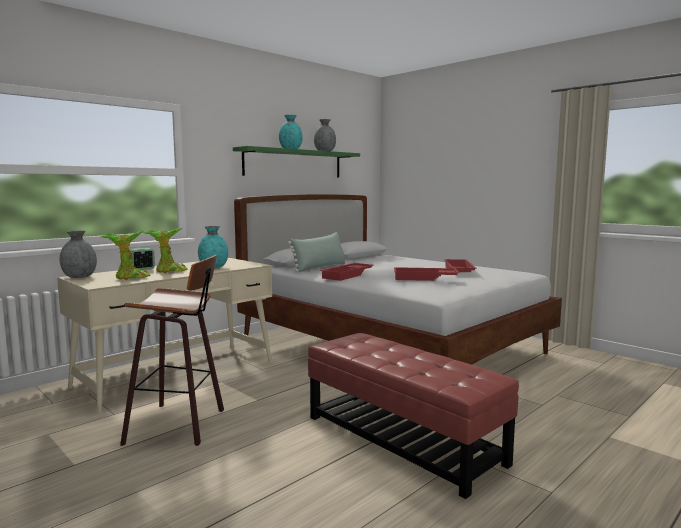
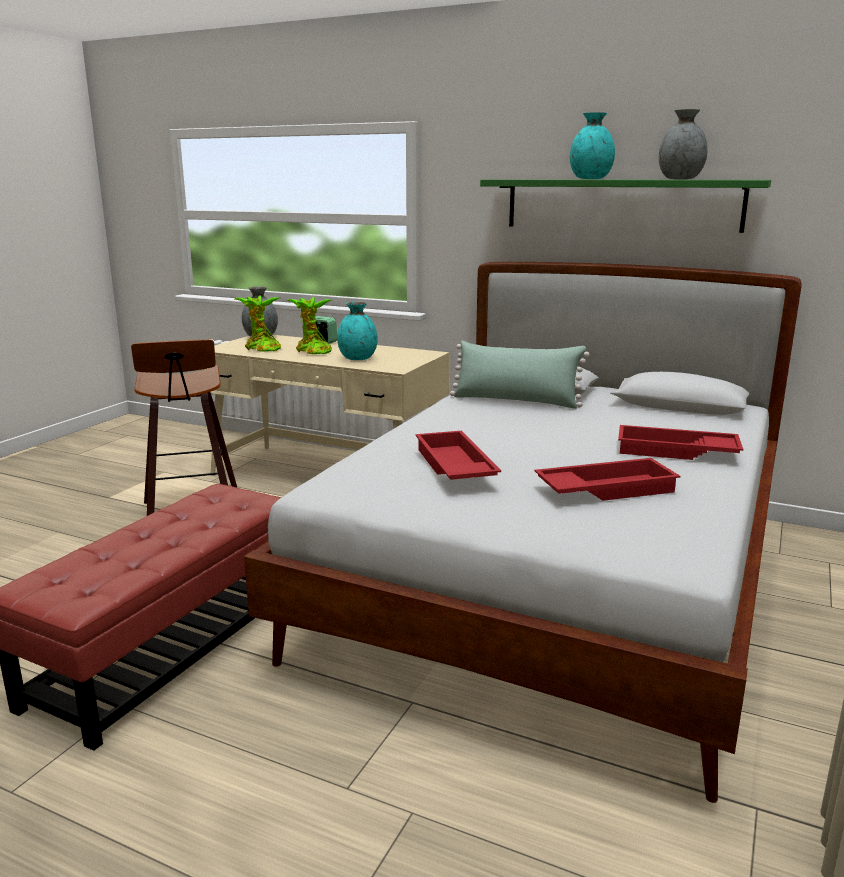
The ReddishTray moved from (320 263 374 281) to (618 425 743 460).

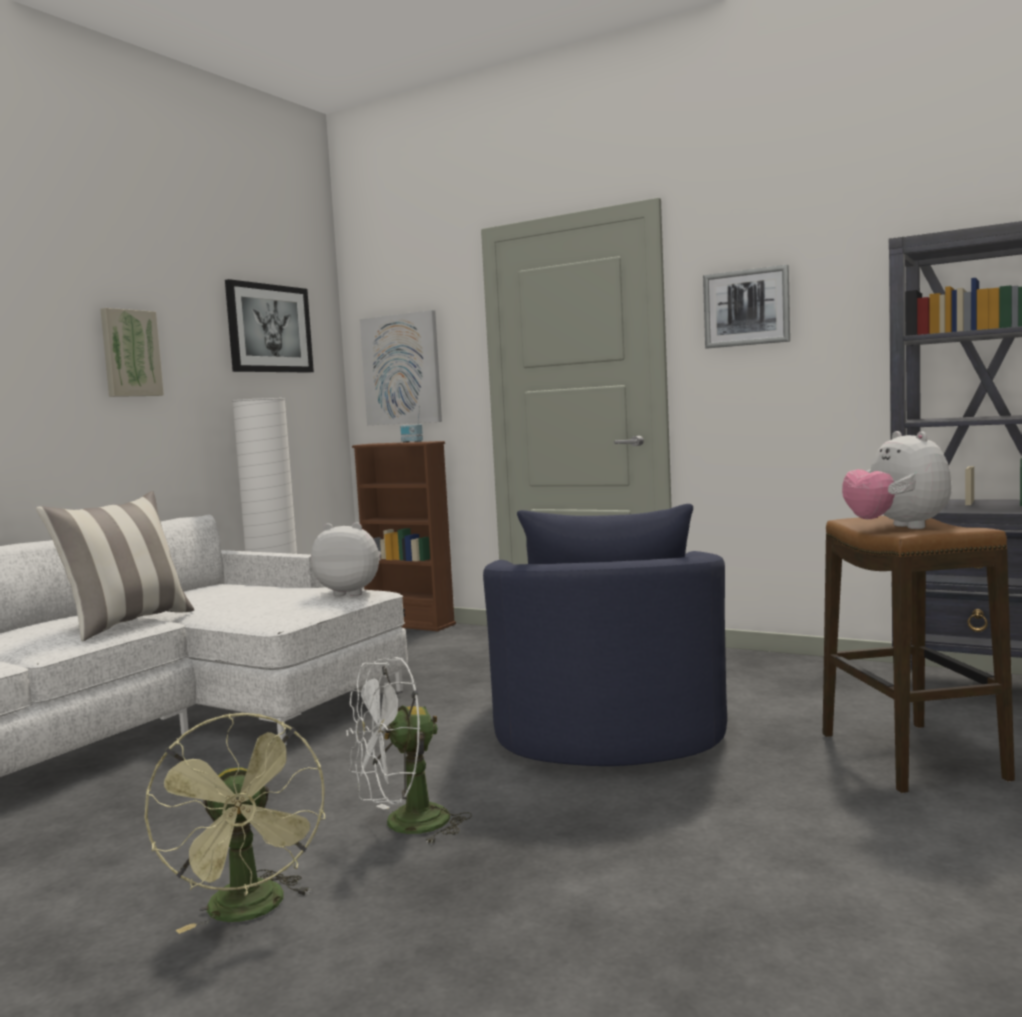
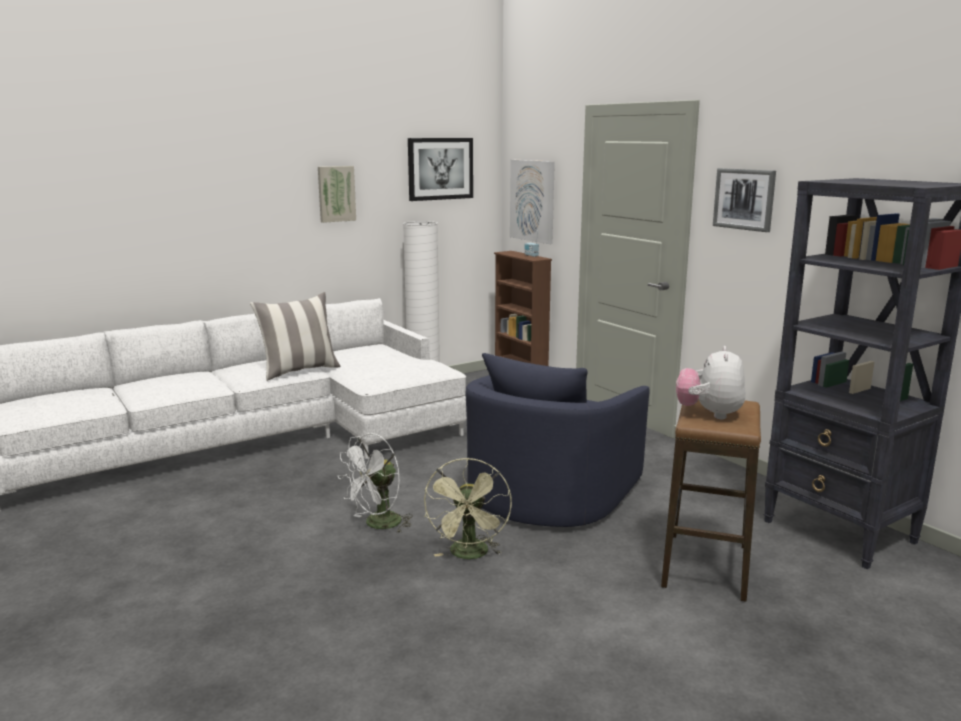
The WhiteElectricFan at (347 657 472 844) turned 45 degrees counterclockwise. The GreenColouredElectricFan moved from (144 713 325 934) to (424 458 512 559). The SoftToy at (311 522 381 596) disappeared.

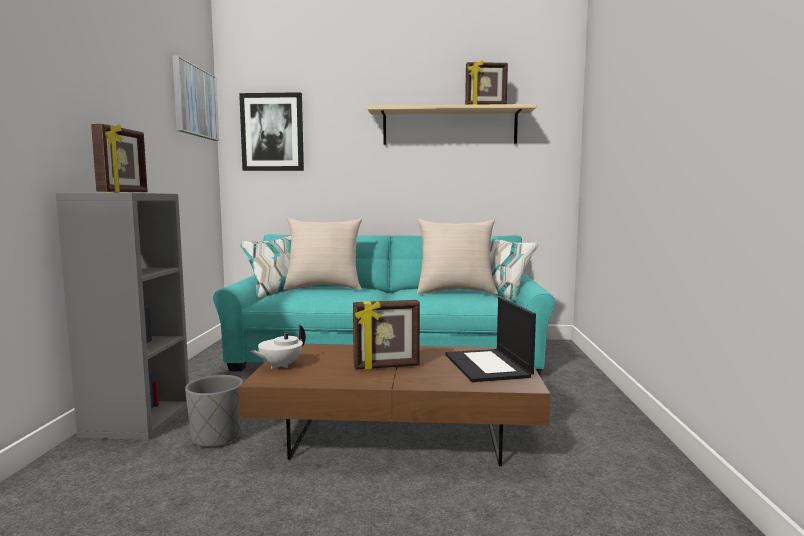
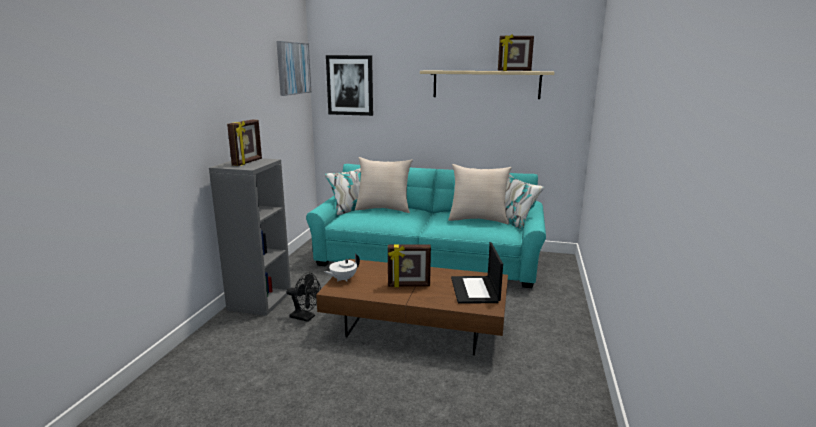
The GreyFlowerPot at (185 375 243 447) was replaced by the BlackElectricFan at (286 272 321 322).

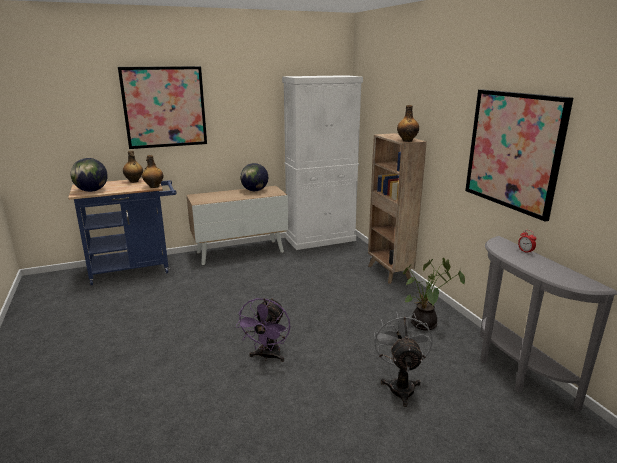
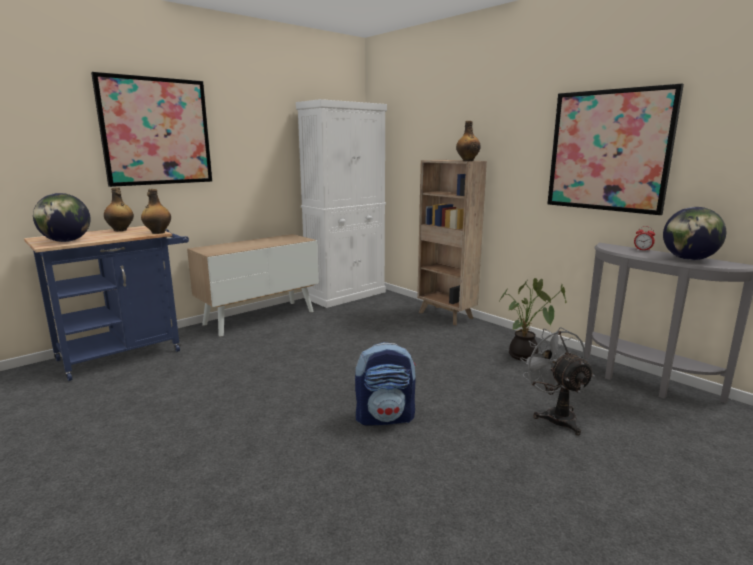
The PurpleColouredElectricFan at (236 298 290 362) was replaced by the Knapsack at (355 342 416 426). The DeskGlobe moved from (240 163 268 191) to (663 207 726 260).

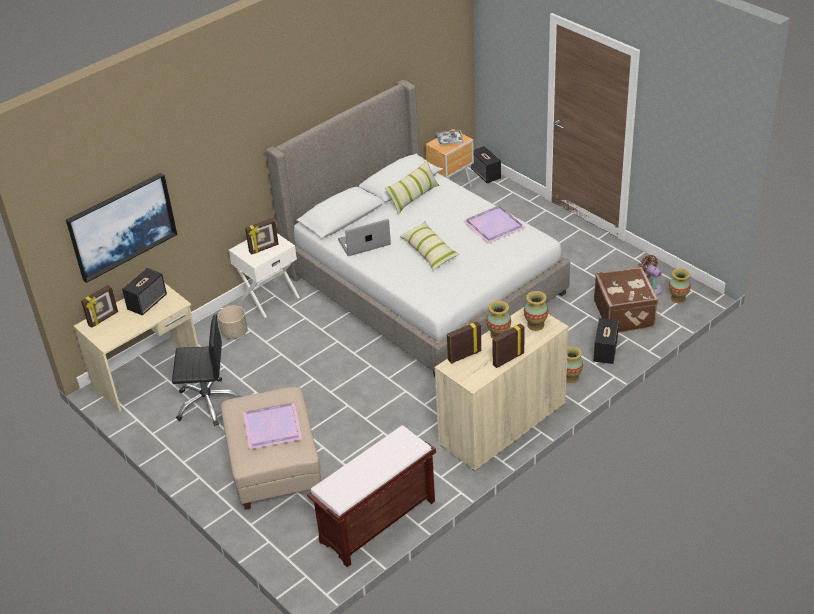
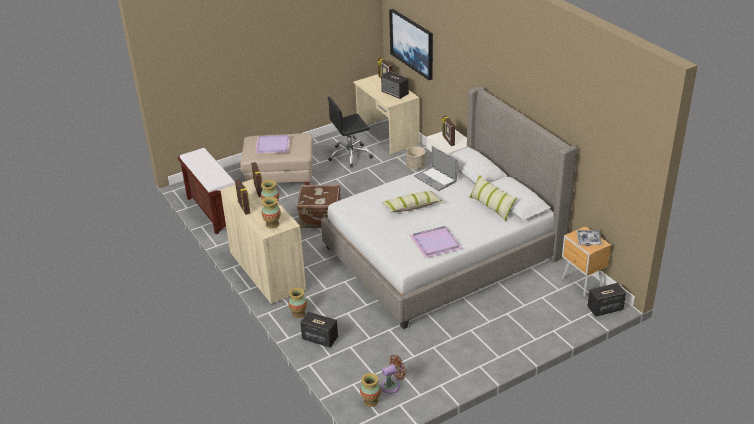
The BrownColouredPieceOfLuggage moved from (594 267 658 333) to (297 185 341 228). The BlackDeskChair at (172 314 242 426) turned 60 degrees clockwise. The NotebookComputer at (338 219 391 256) turned 150 degrees clockwise.

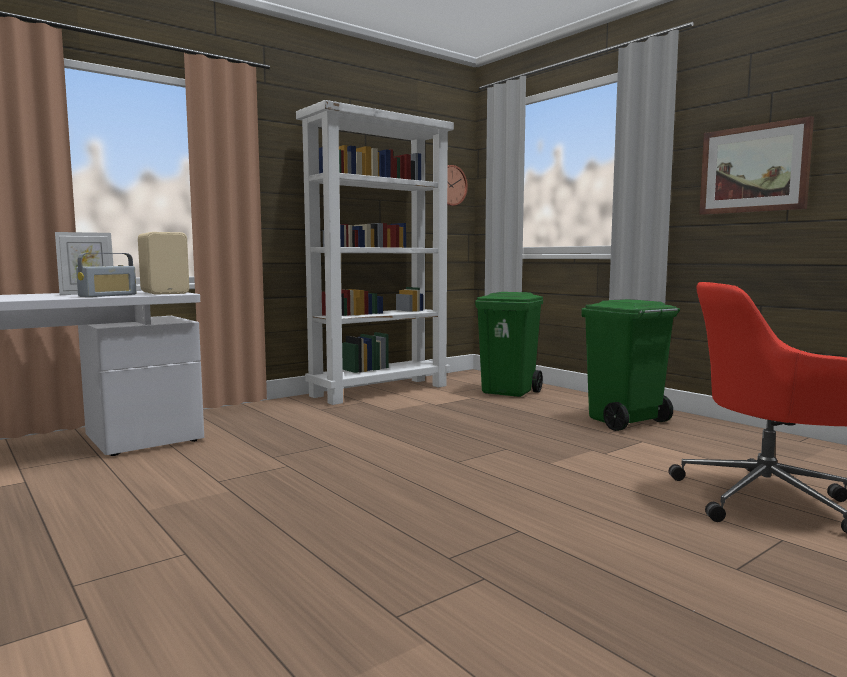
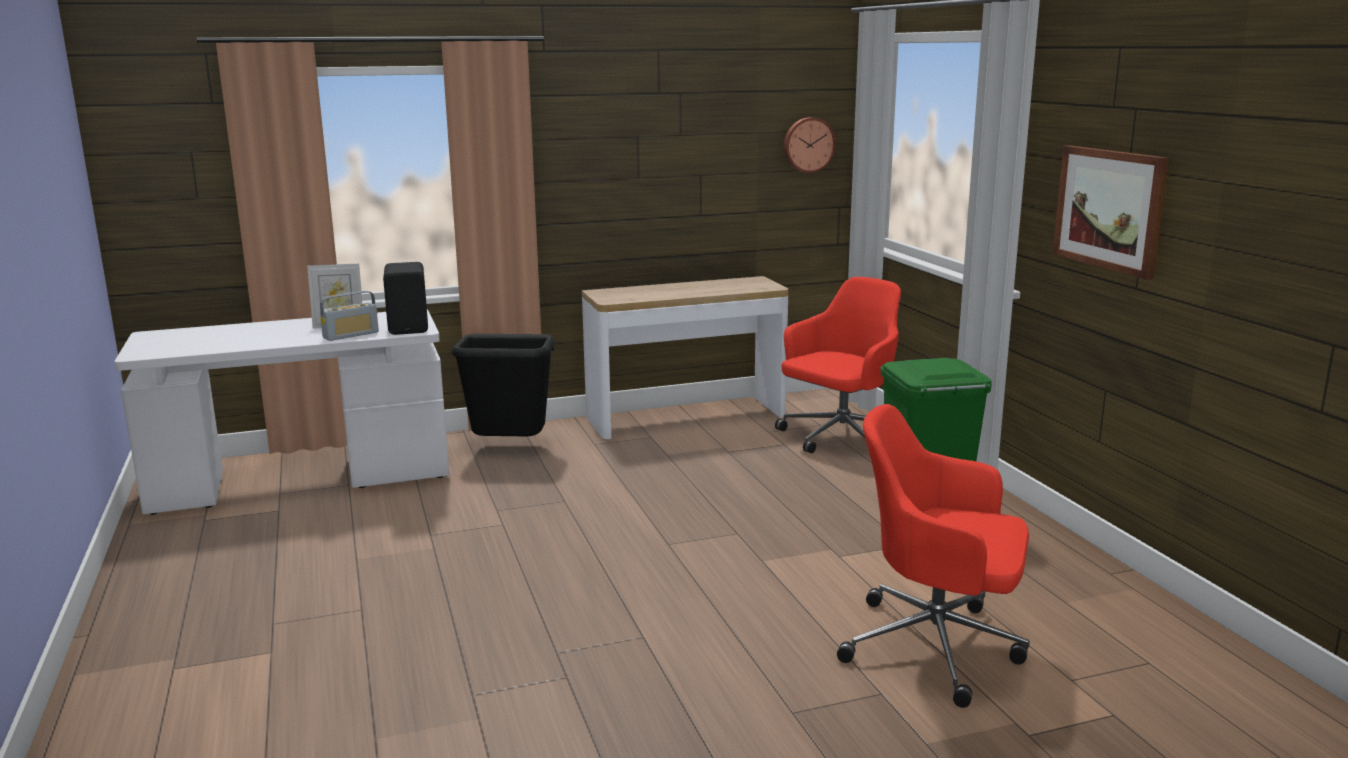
The BeigeSpeaker at (138 232 189 295) became the BlackSpeaker at (383 262 428 335). The BlackTrashCan at (452 334 555 436) appeared. The WhiteBookcase at (296 100 454 405) was replaced by the ConsoleTable at (582 276 788 439). The GreenColouredTrashCan at (475 292 543 397) was replaced by the ReddishDeskChair at (775 277 901 453).

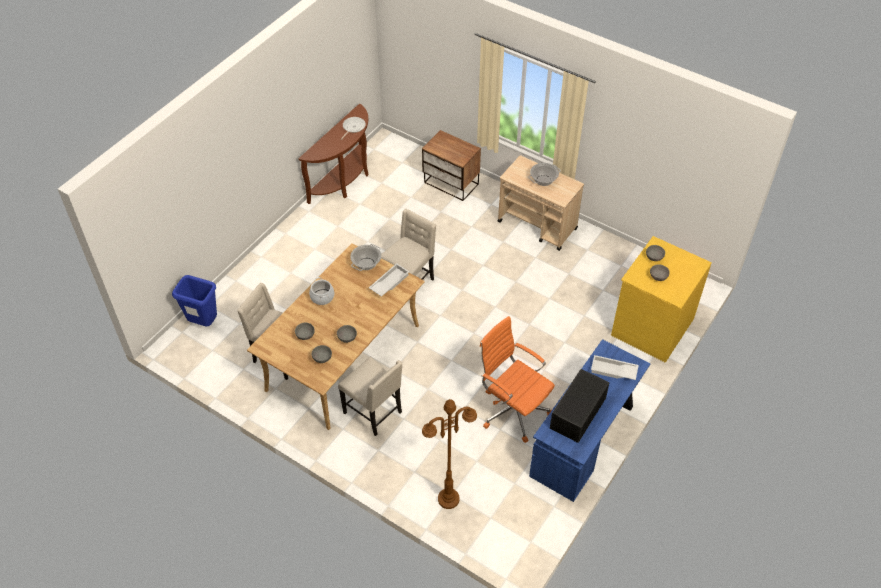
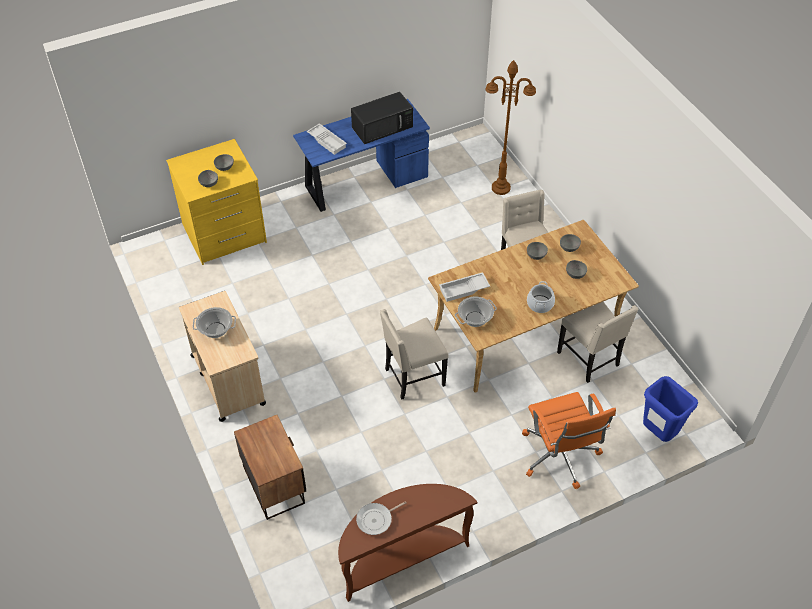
The OrangeColouredDeskChair moved from (480 316 555 443) to (522 392 616 489).

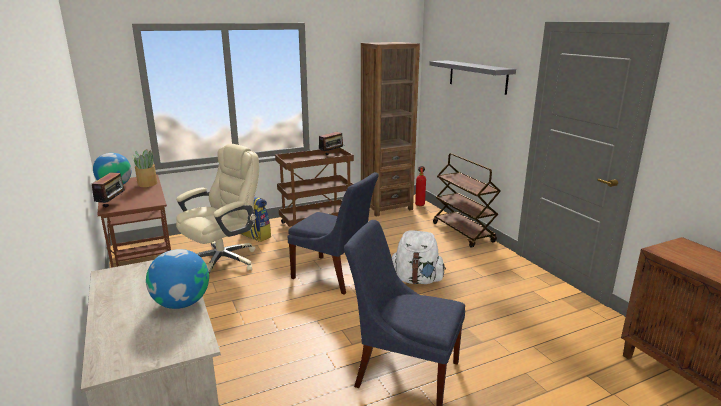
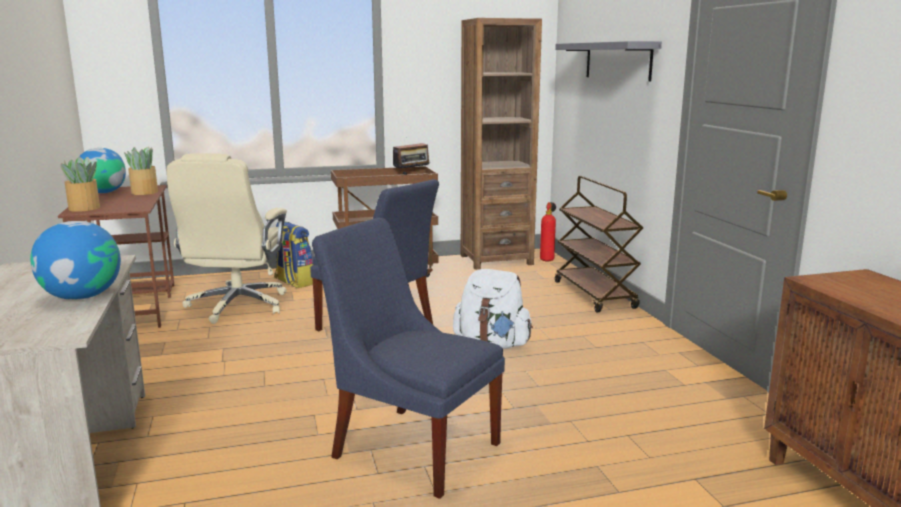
The RadioReceiver at (92 172 125 208) was replaced by the PottedPlant at (60 157 100 212). The BeigeDeskChair at (176 144 259 273) turned 135 degrees clockwise.

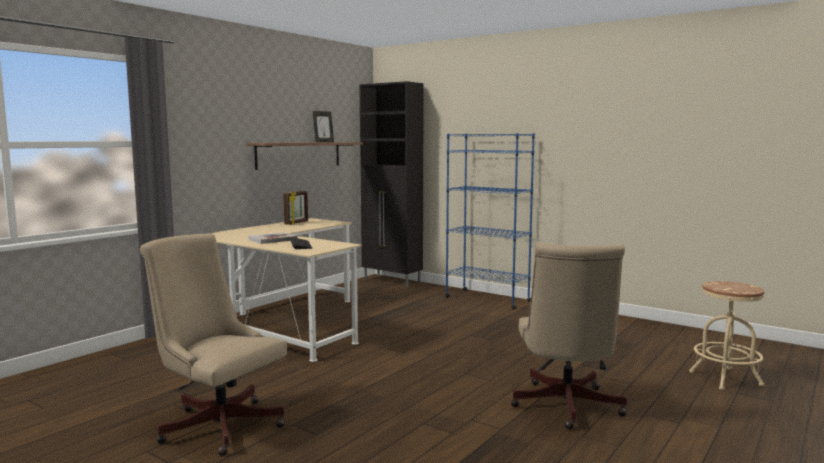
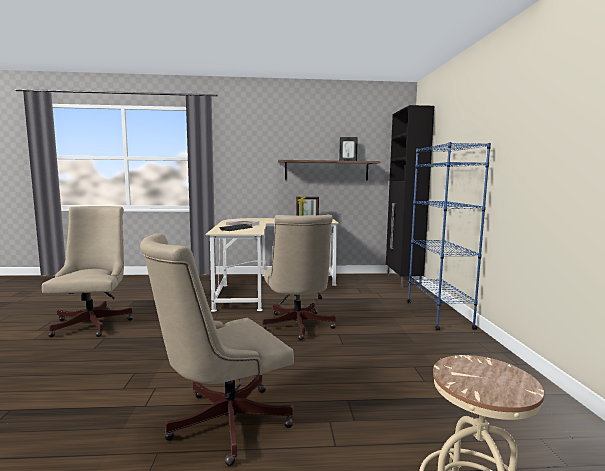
The BeigeDeskChair at (262 214 336 340) appeared.

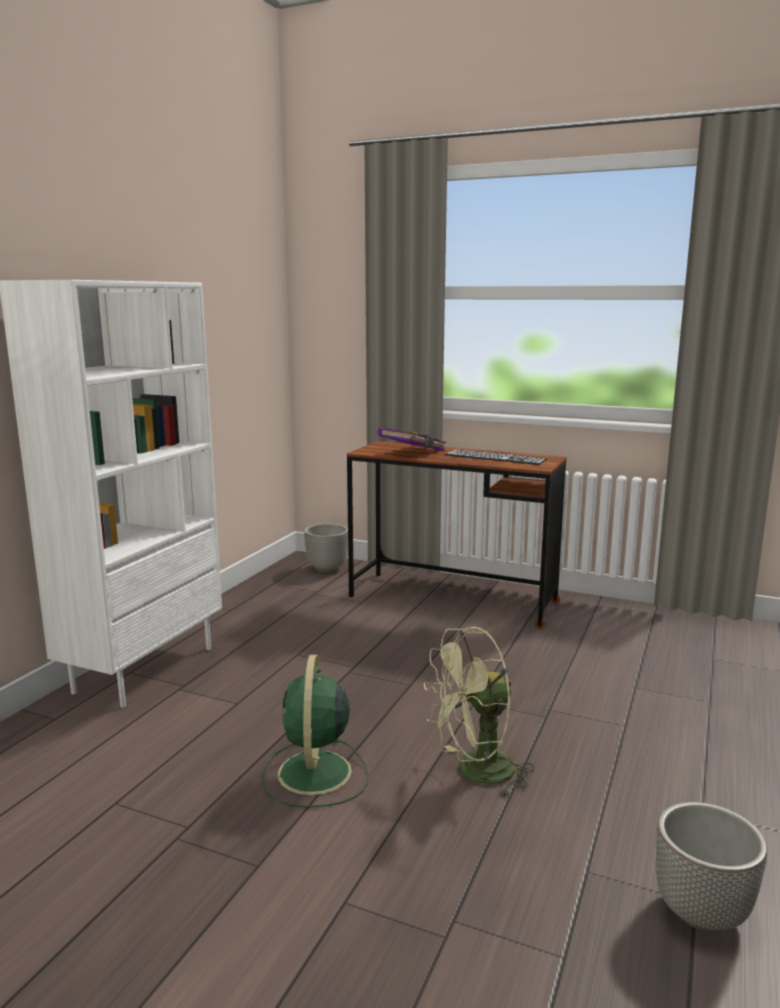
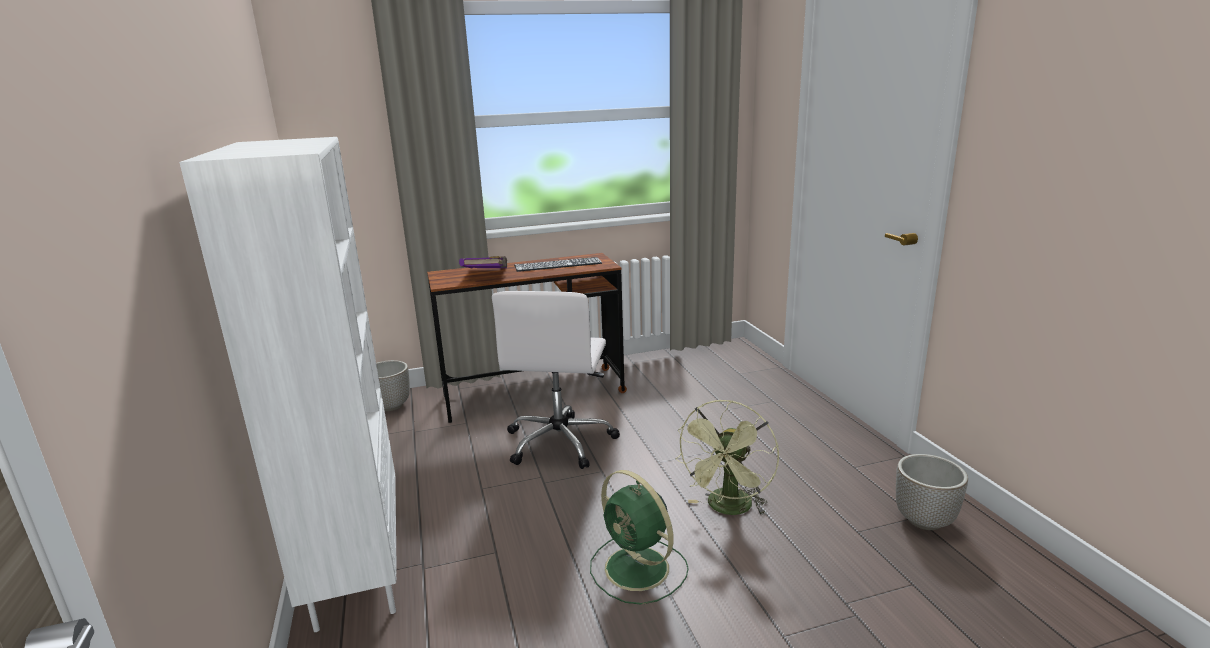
The WhiteDeskChair at (492 291 620 469) appeared.

